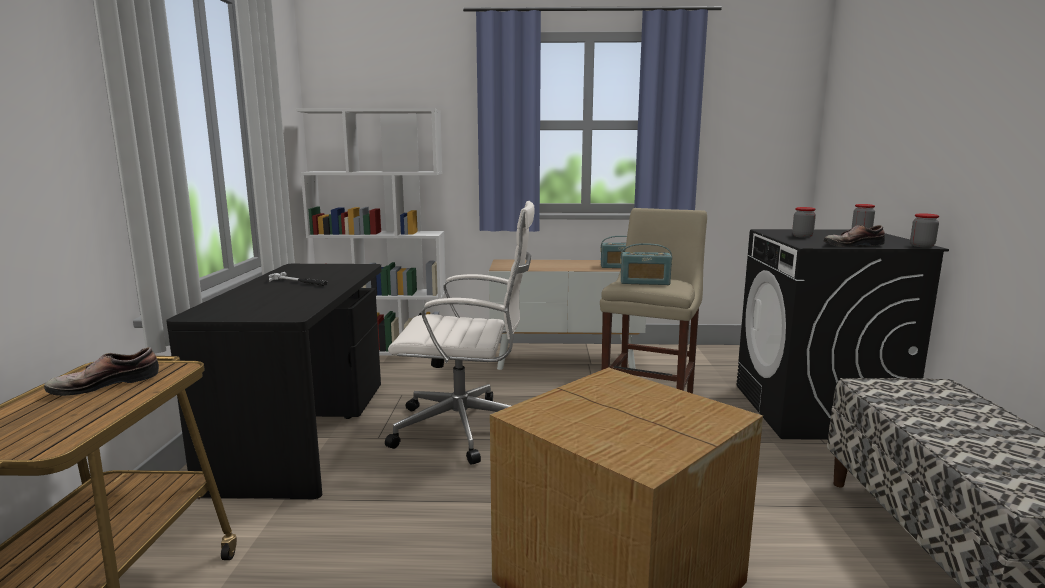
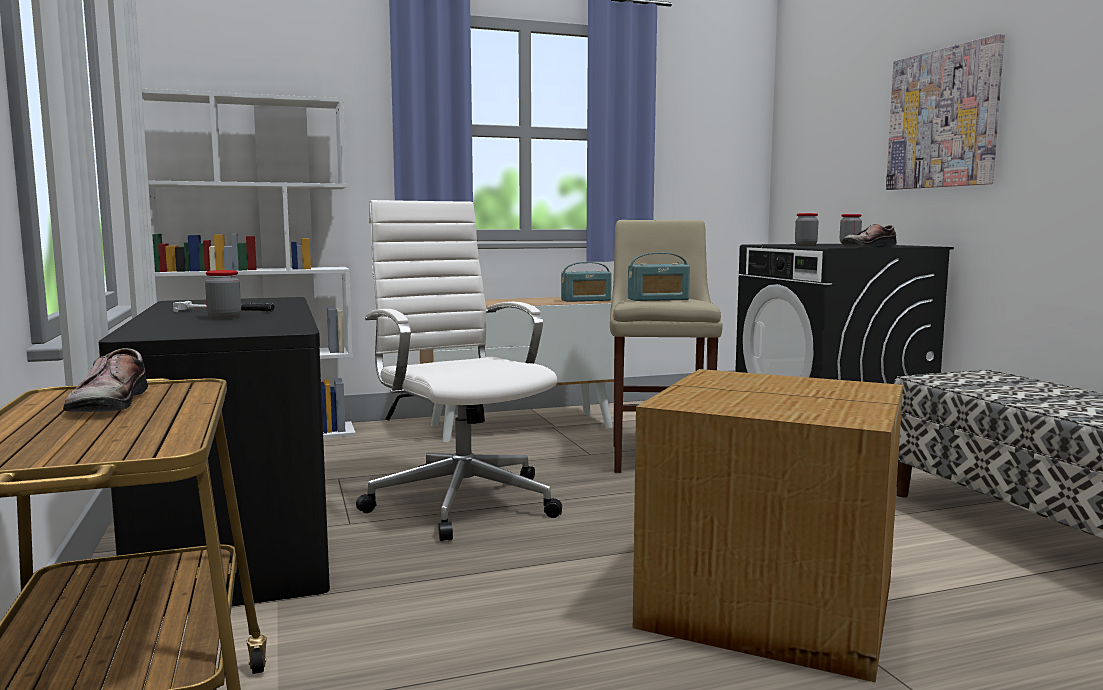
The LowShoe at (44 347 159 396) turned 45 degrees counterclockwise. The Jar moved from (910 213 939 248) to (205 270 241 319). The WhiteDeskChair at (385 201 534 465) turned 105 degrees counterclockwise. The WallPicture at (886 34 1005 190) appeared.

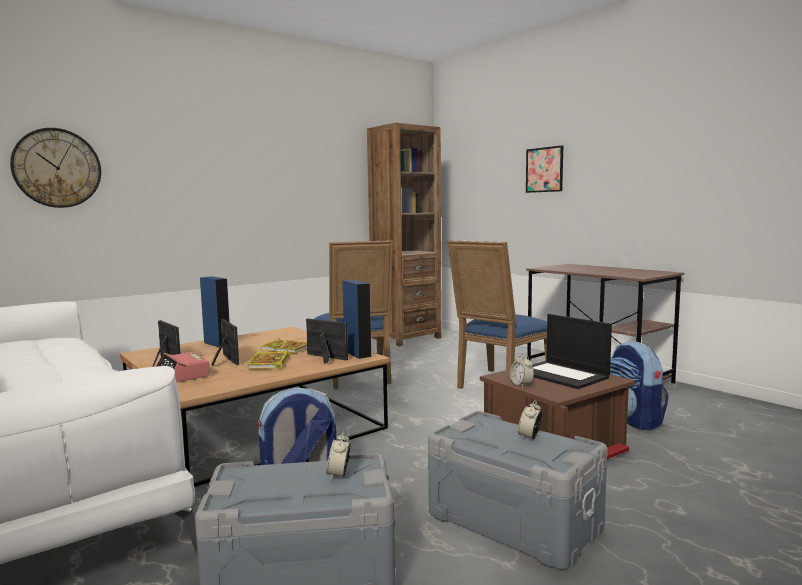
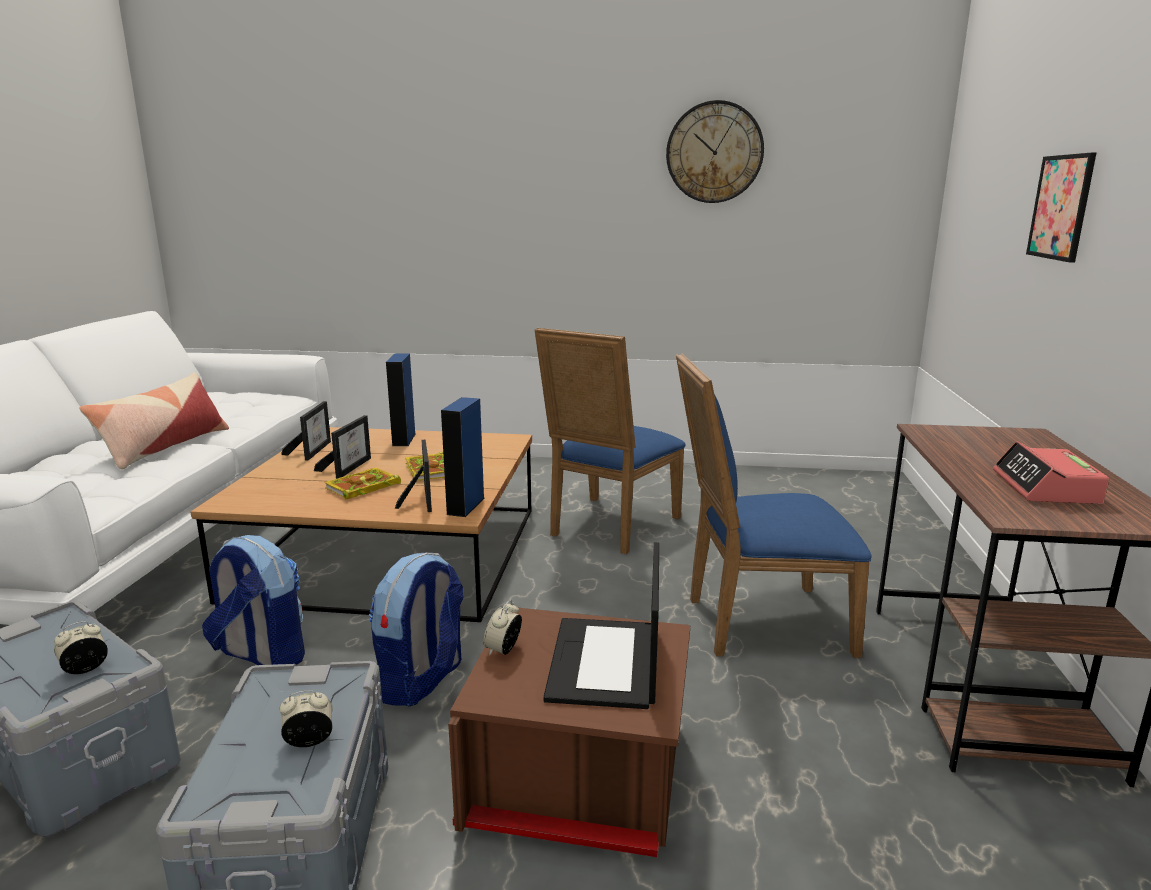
The Cushion at (79 372 229 469) appeared. The Knapsack moved from (610 341 669 430) to (369 553 464 706). The HangingClock moved from (10 128 101 208) to (666 100 764 203). The TableClock moved from (156 352 210 382) to (993 441 1109 504). The BrownColouredBookcase at (367 123 442 346) disappeared.

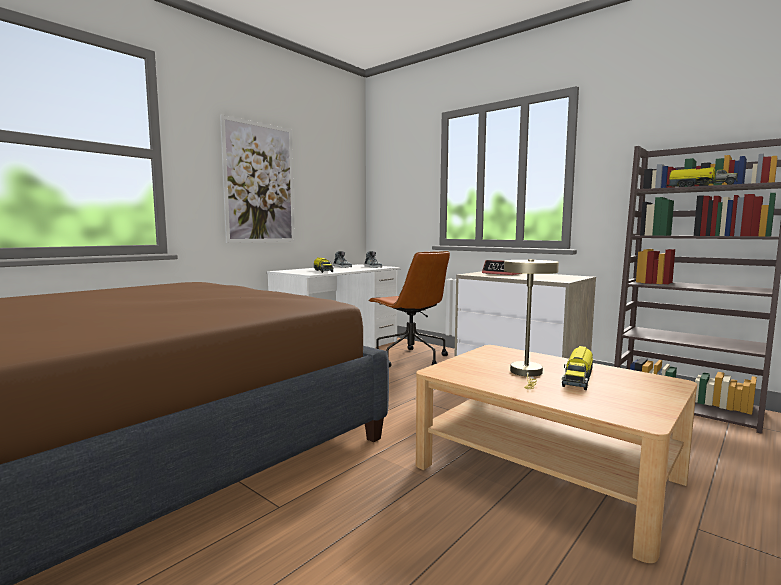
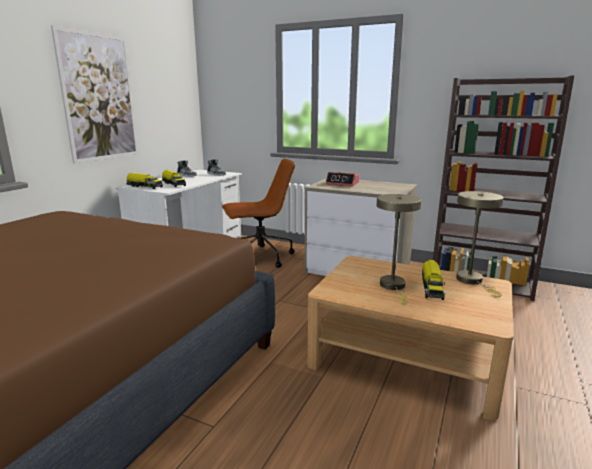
The ModelTruck moved from (666 167 738 187) to (126 173 163 189). The BrownColouredDeskChair at (368 251 450 367) turned 60 degrees counterclockwise. The BeigeTabletopLamp at (456 191 504 297) appeared.

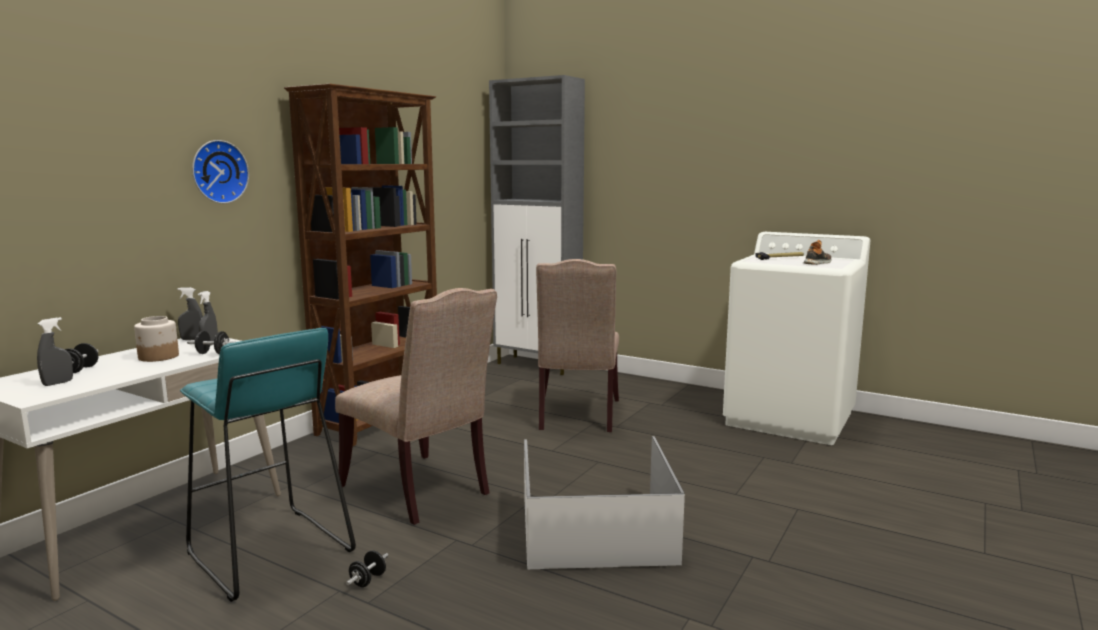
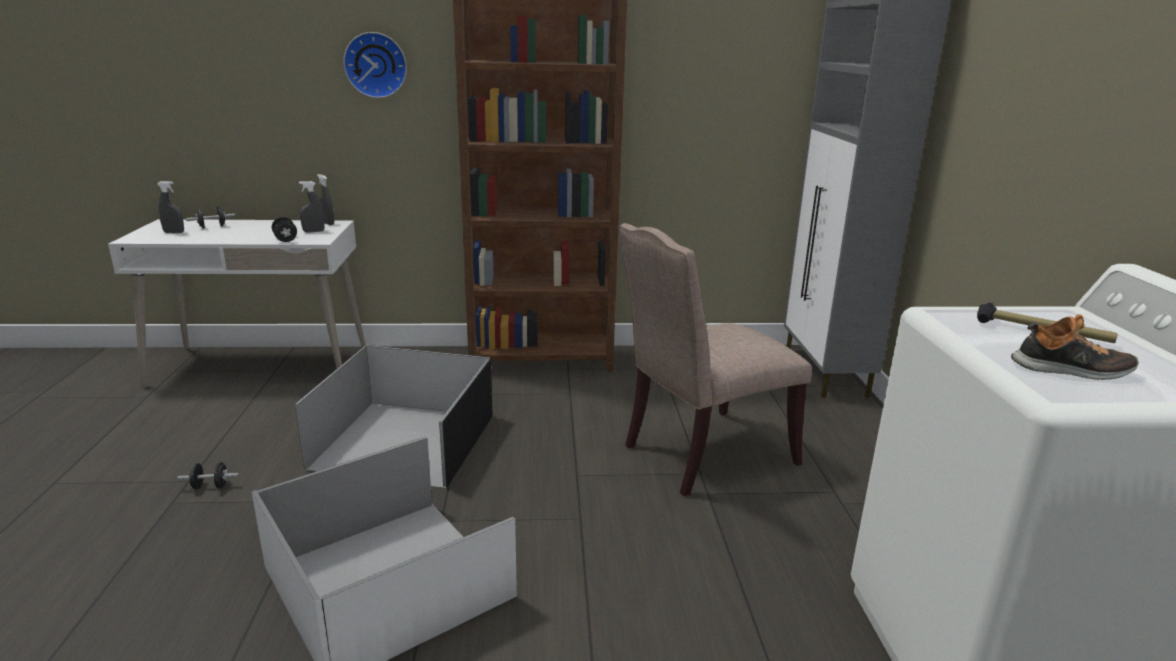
The BeigeUprightChair at (335 288 497 525) was replaced by the BlackStorageBox at (295 345 493 488). The Jar at (134 316 179 362) disappeared. The TurquoiseColouredStoolSeat at (180 328 356 602) disappeared.

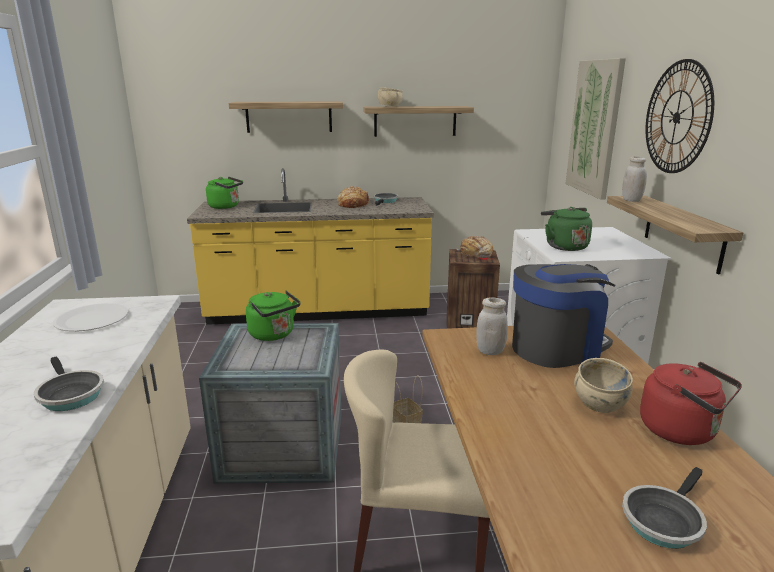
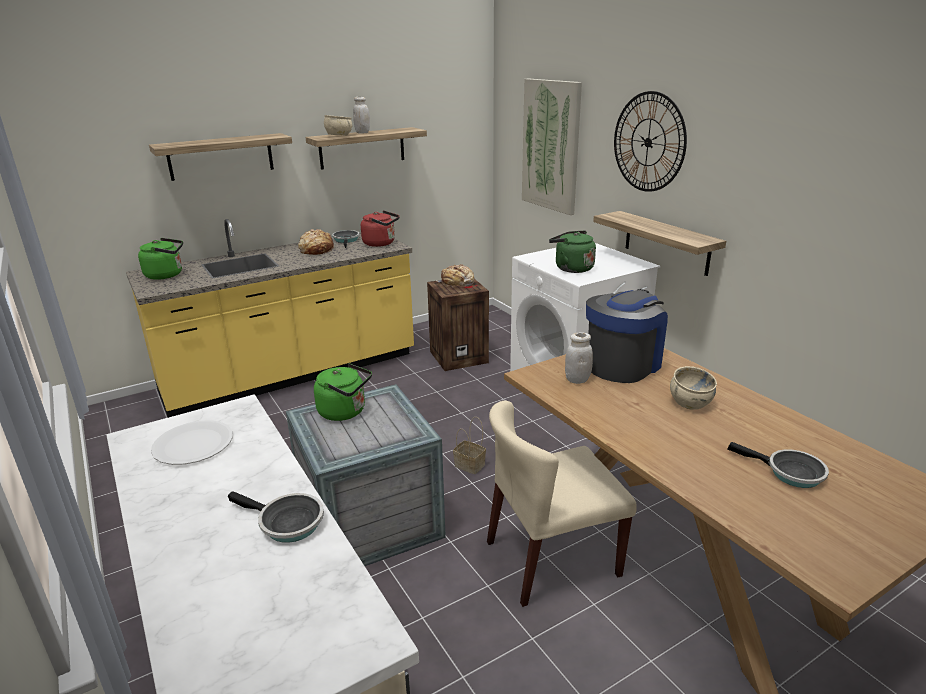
The WhiteJar moved from (622 156 647 202) to (353 97 370 134). The ReddishWaterKettle moved from (640 362 742 445) to (361 210 400 247). The Skillet at (622 467 707 549) turned 75 degrees counterclockwise.

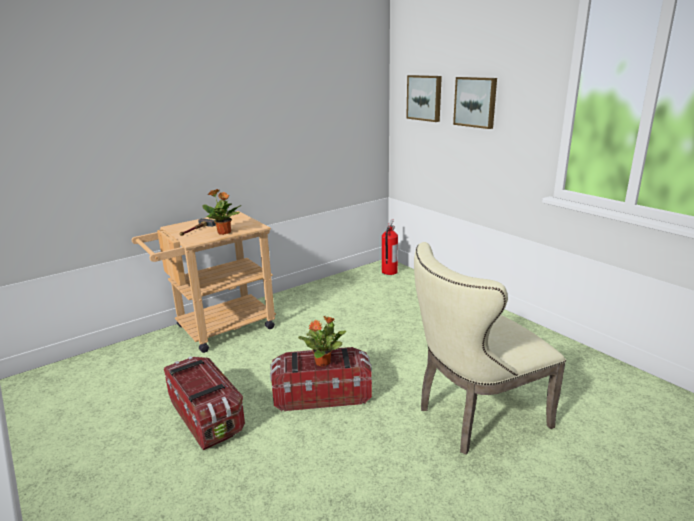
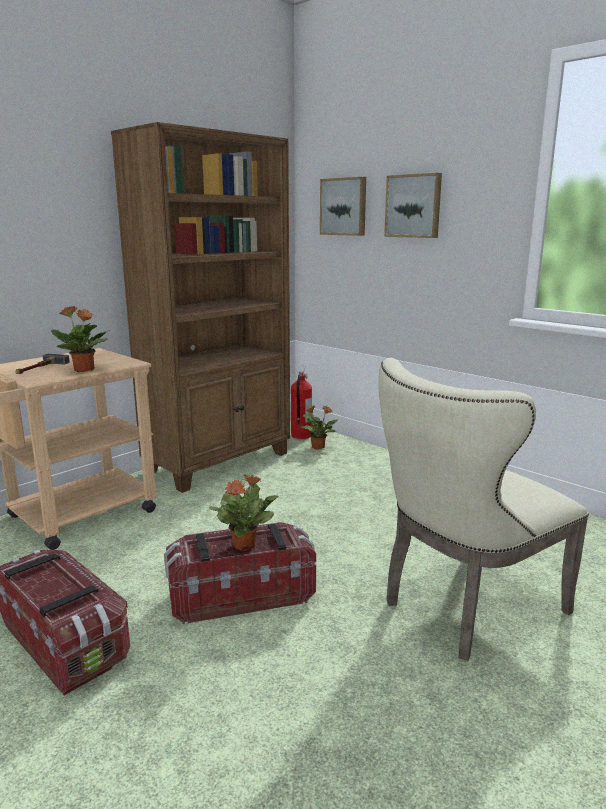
The BrownColouredBookcase at (111 122 290 493) appeared. The PottedPlant at (299 405 338 450) appeared.

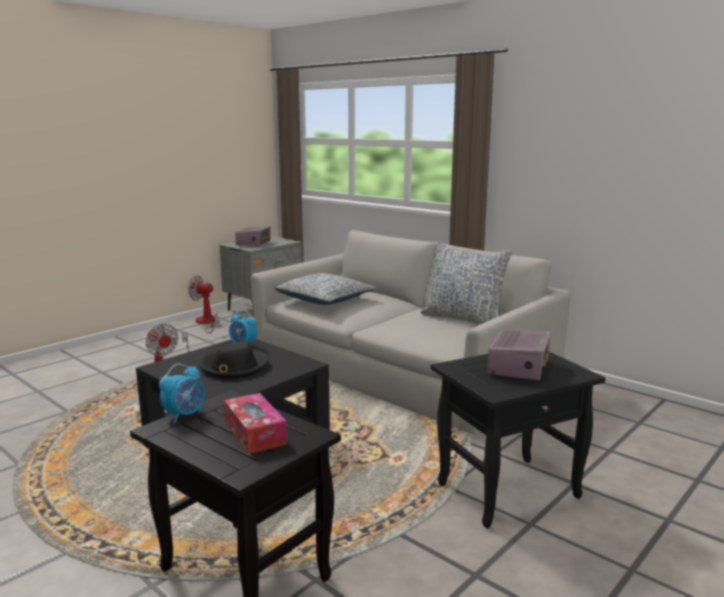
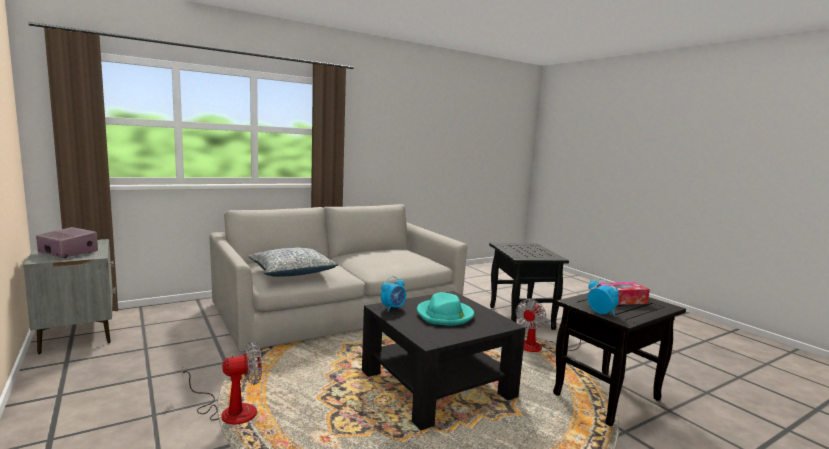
The BlackWearableHat at (200 341 269 379) became the TurquoiseColouredWearableHat at (417 292 474 325). The ElectricFan moved from (188 275 222 333) to (516 299 581 352). The Cushion at (421 241 513 324) disappeared. The RadioReceiver at (487 330 551 380) disappeared.

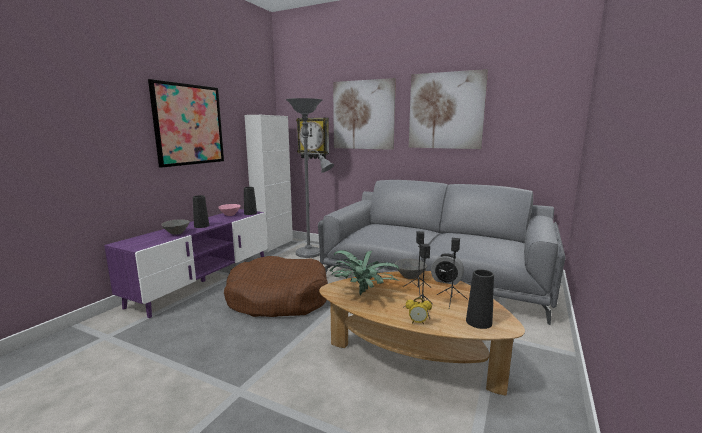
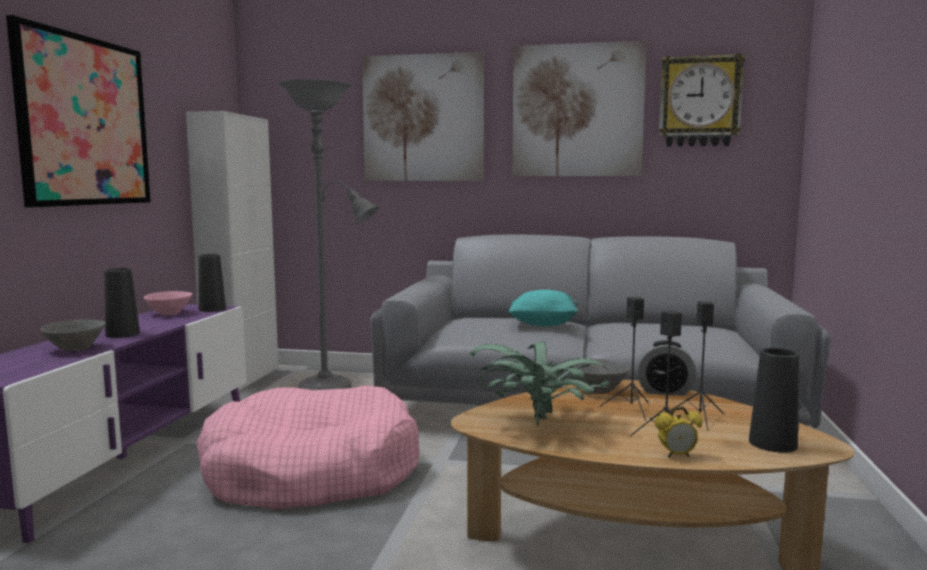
The BrownColouredPetBed at (224 256 328 317) became the PinkColouredPetBed at (196 385 420 510). The TurquoiseColouredCushion at (508 290 579 326) appeared. The HangingClock moved from (296 118 329 159) to (659 53 745 147).

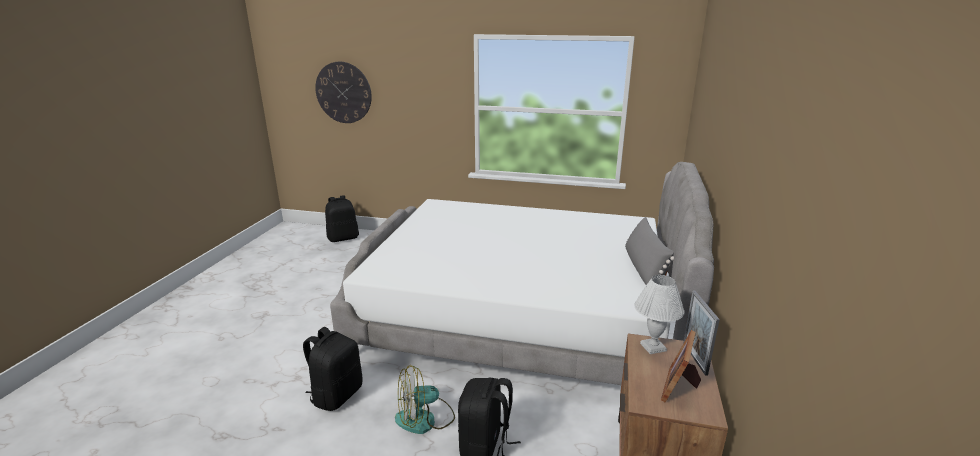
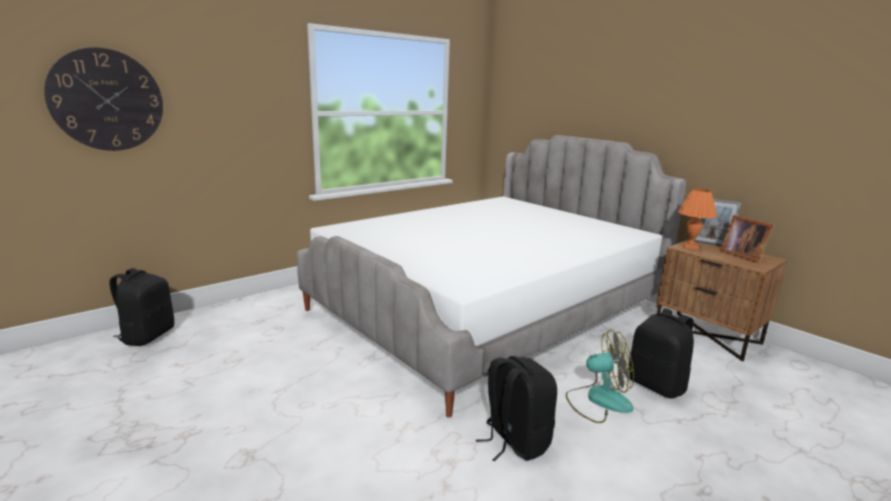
The ElectricFan at (395 365 455 434) turned 105 degrees counterclockwise. The WhiteTabletopLamp at (634 275 685 354) became the OrangeColouredTabletopLamp at (678 189 717 250). The GreyCushion at (625 217 674 285) disappeared.

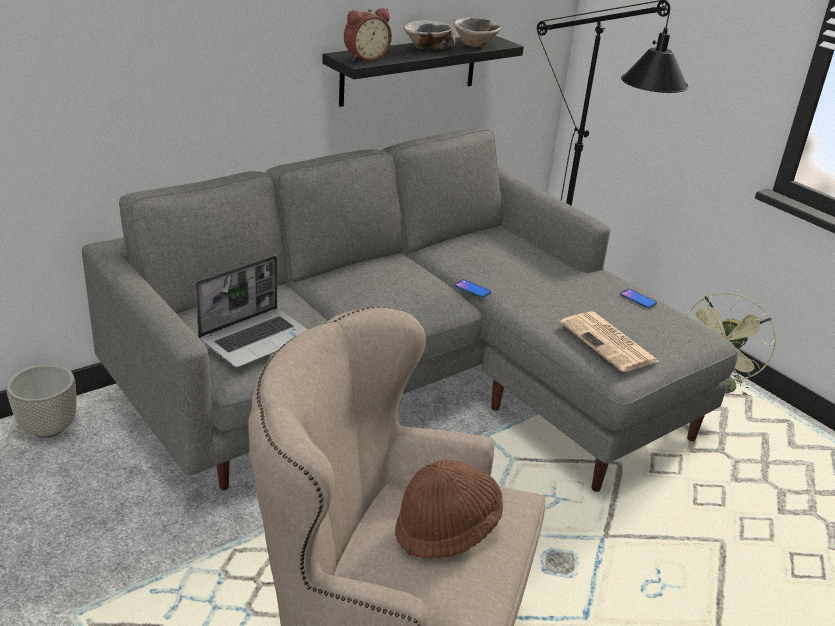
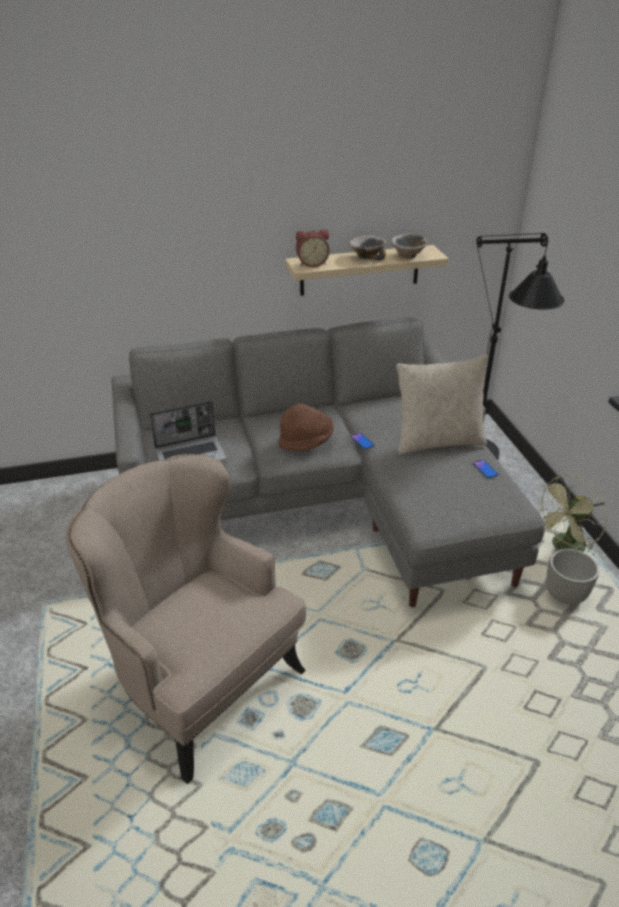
The BrownColouredWearableHat moved from (395 460 503 558) to (278 404 334 451). The BlackShelf at (322 35 524 107) became the BeigeShelf at (285 245 449 296). The BeigeCushion at (396 355 487 455) appeared. The GreyFlowerPot moved from (6 364 76 438) to (546 549 599 604). The Newspaper at (560 311 660 372) disappeared.

